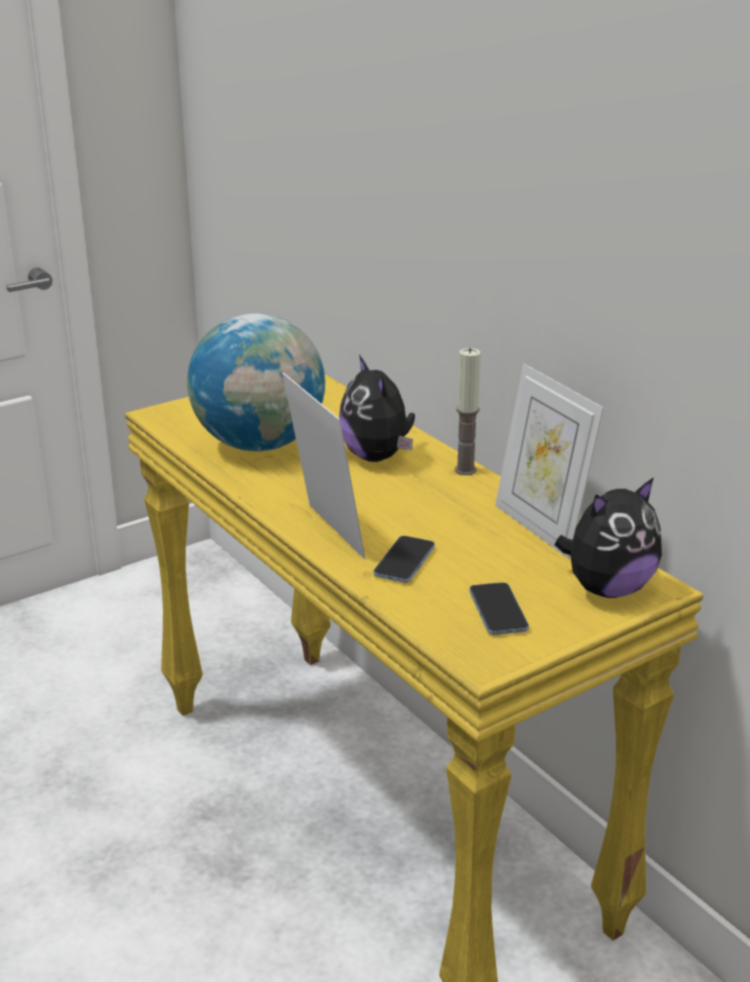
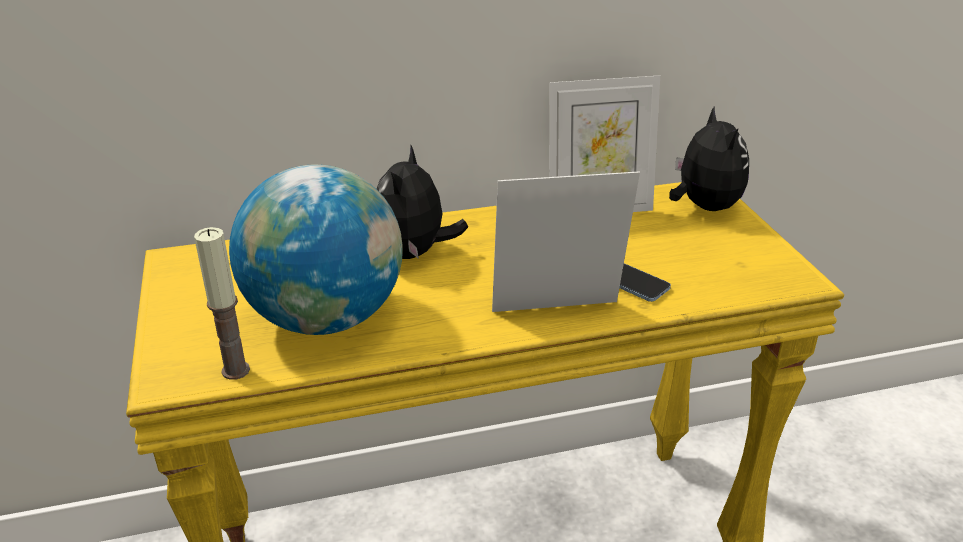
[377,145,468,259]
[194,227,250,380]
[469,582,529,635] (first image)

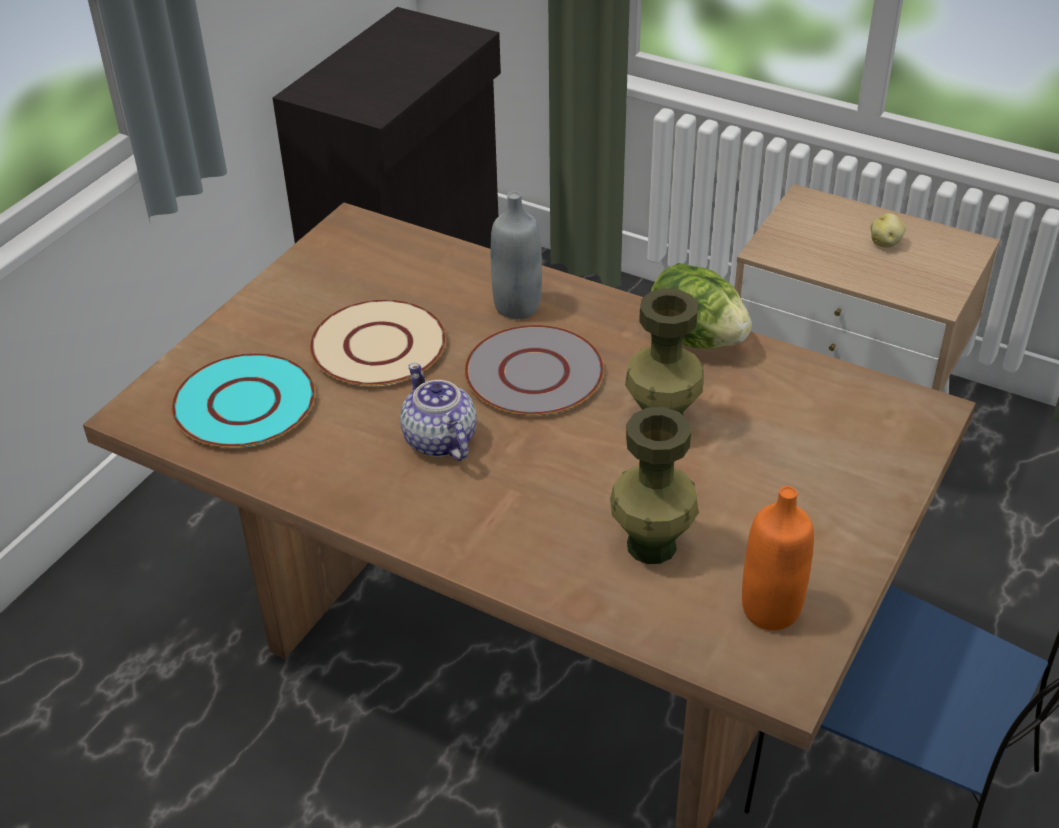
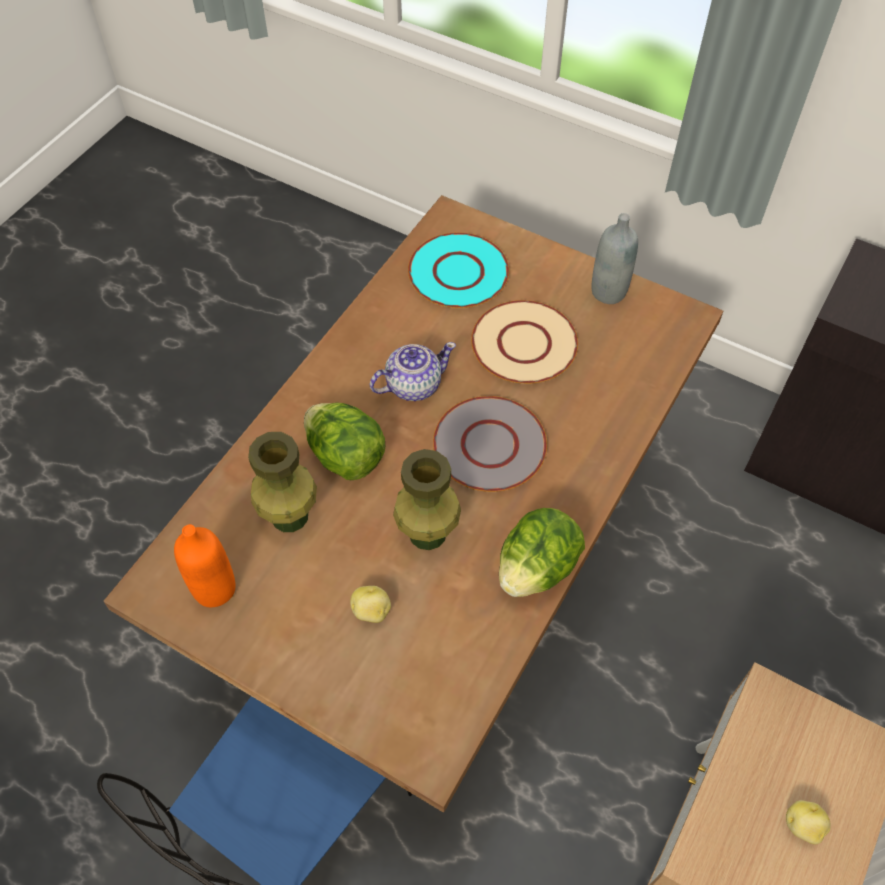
[591,213,638,304]
[304,403,385,480]
[350,586,391,623]

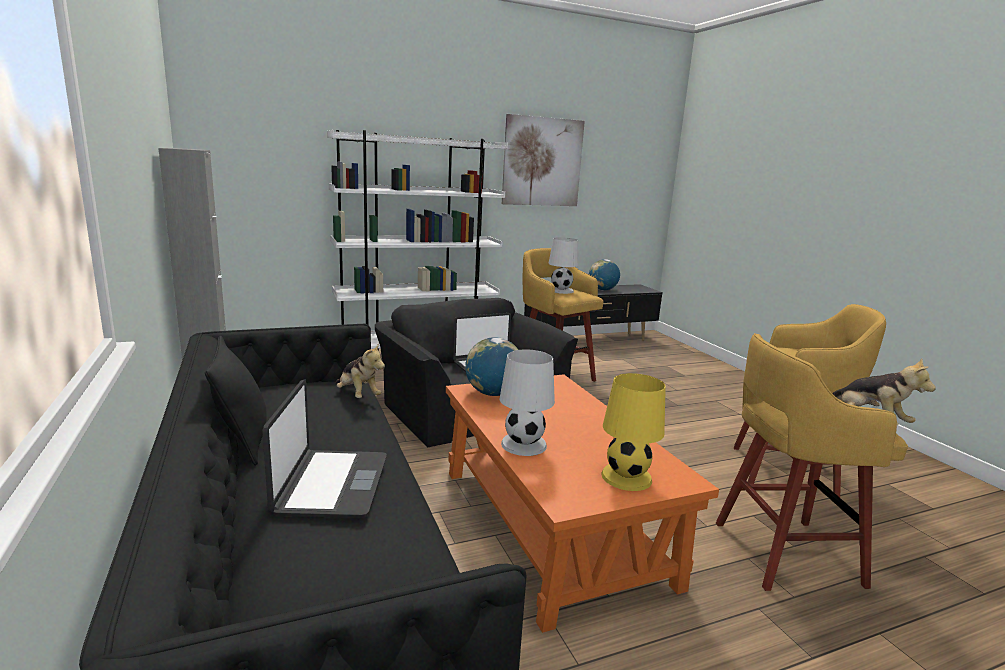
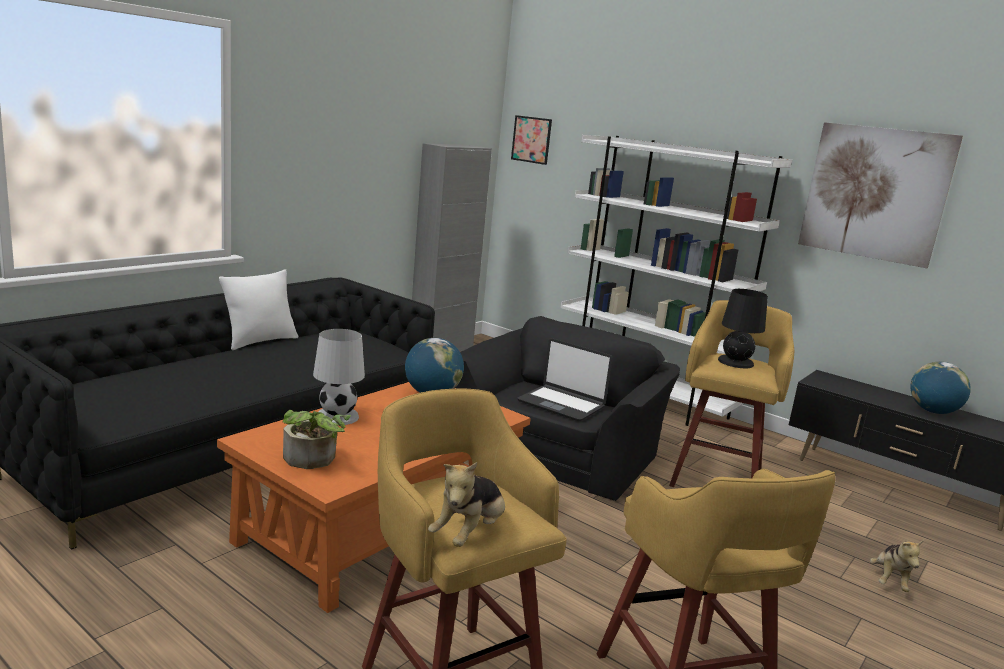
[219,270,298,350]
[262,380,387,518] (first image)
[870,540,924,592]
[718,289,768,368]
[282,410,351,469]
[511,115,552,165]

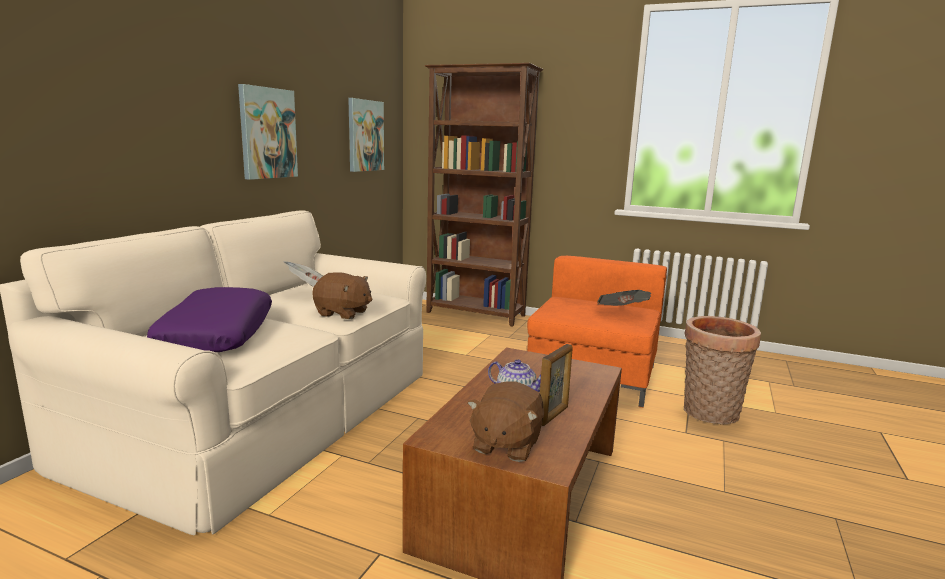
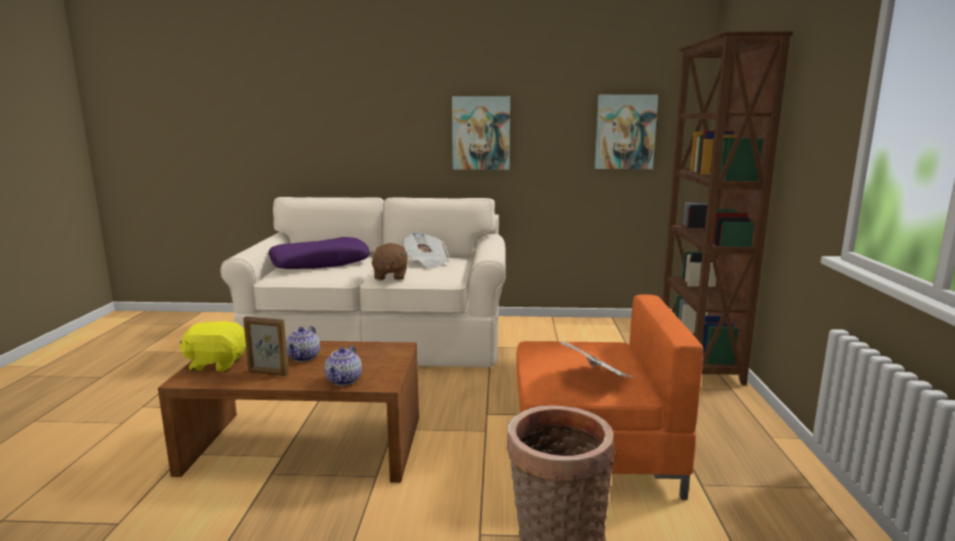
[180,321,246,371]
[325,346,362,386]

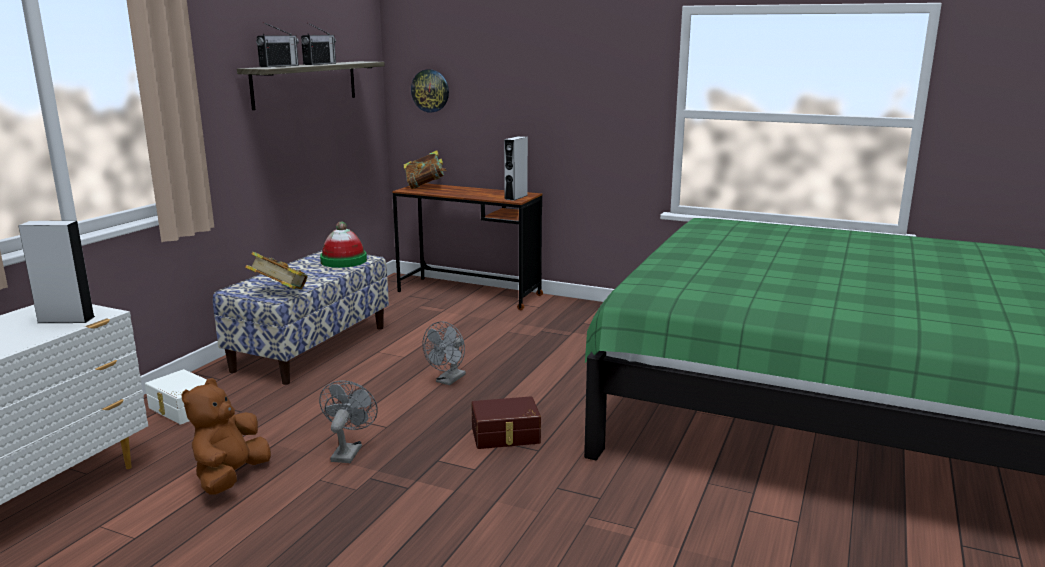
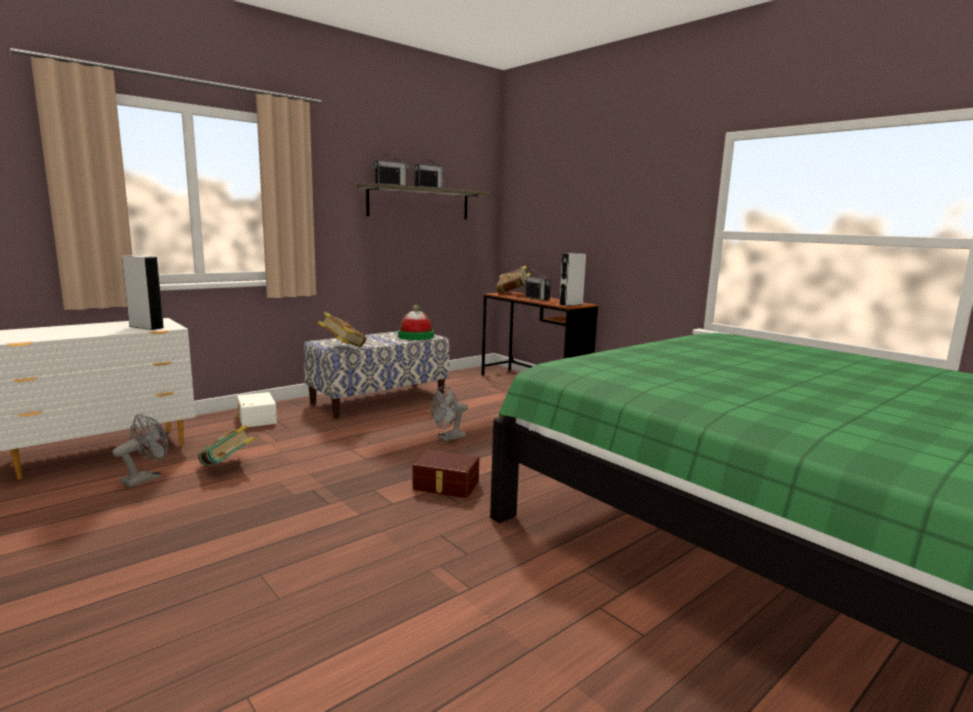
[198,425,255,466]
[112,414,169,487]
[411,69,449,113] (first image)
[525,268,551,301]

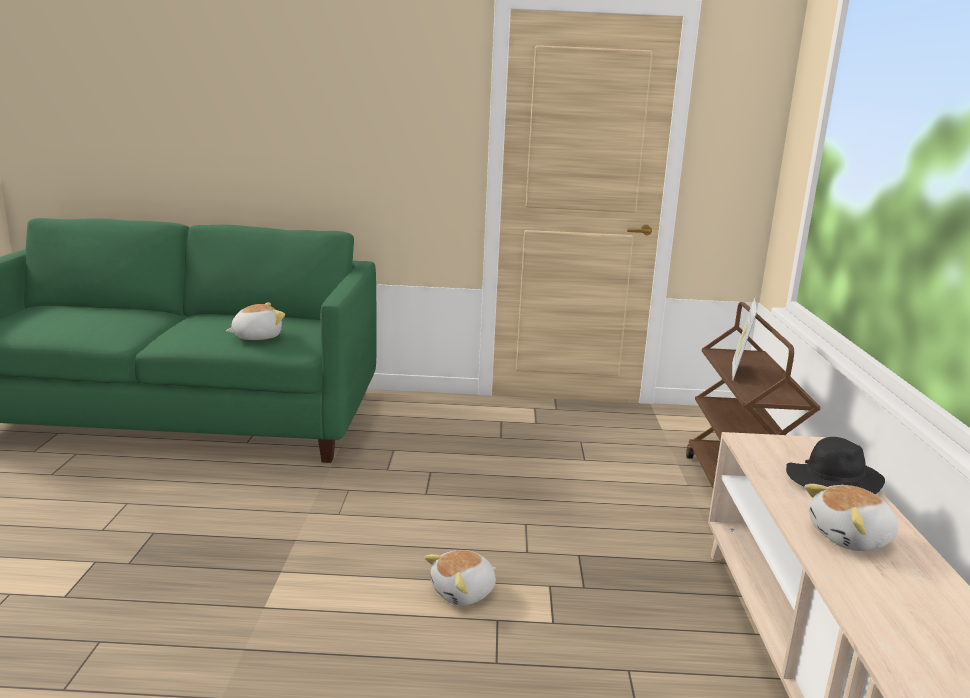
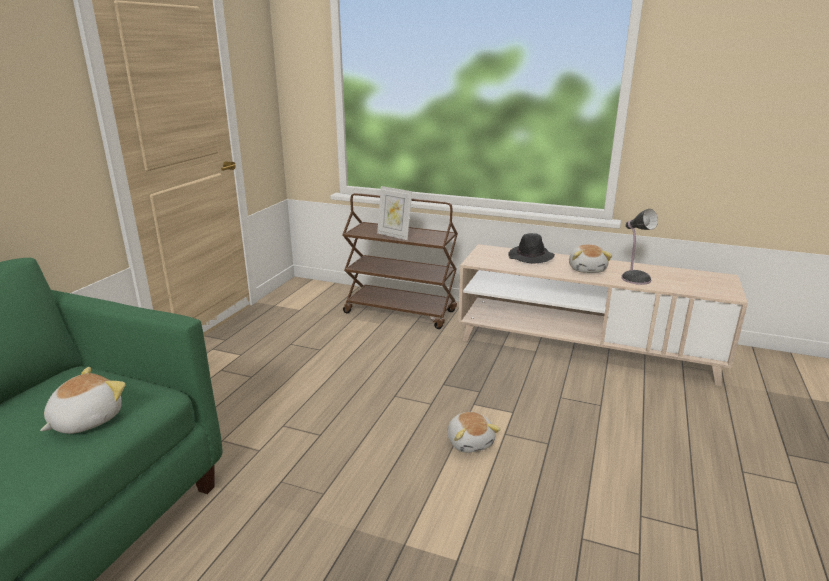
[40,367,125,434]
[621,209,658,285]

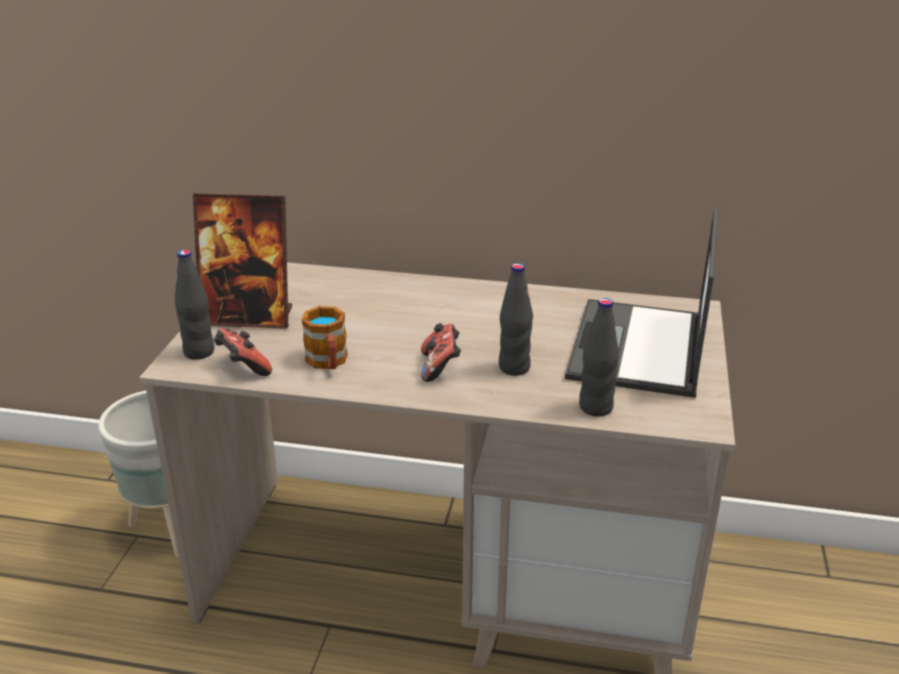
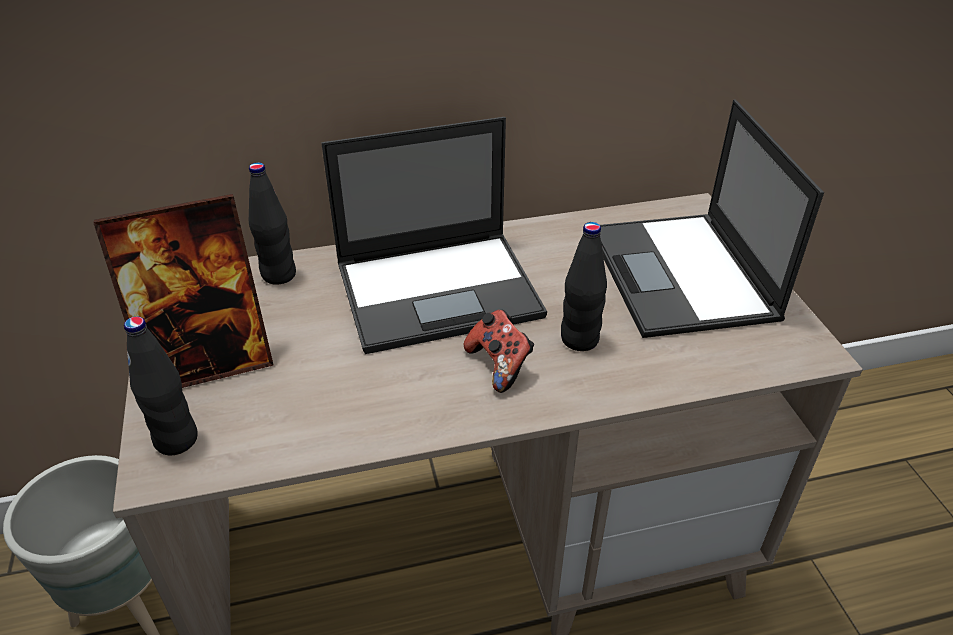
[214,328,272,376] (first image)
[301,306,348,369] (first image)
[249,162,296,285]
[321,117,547,354]

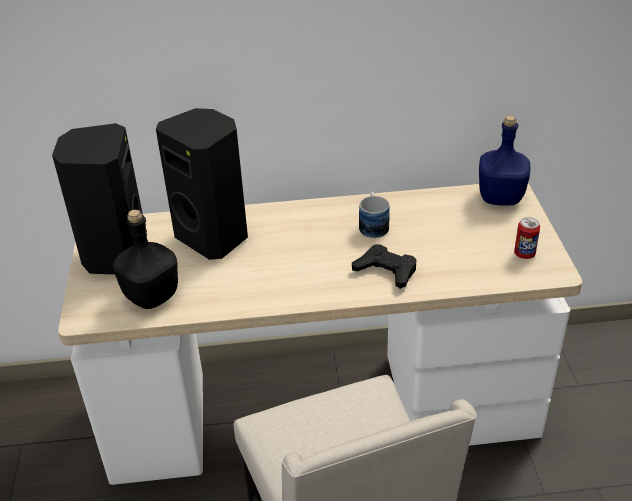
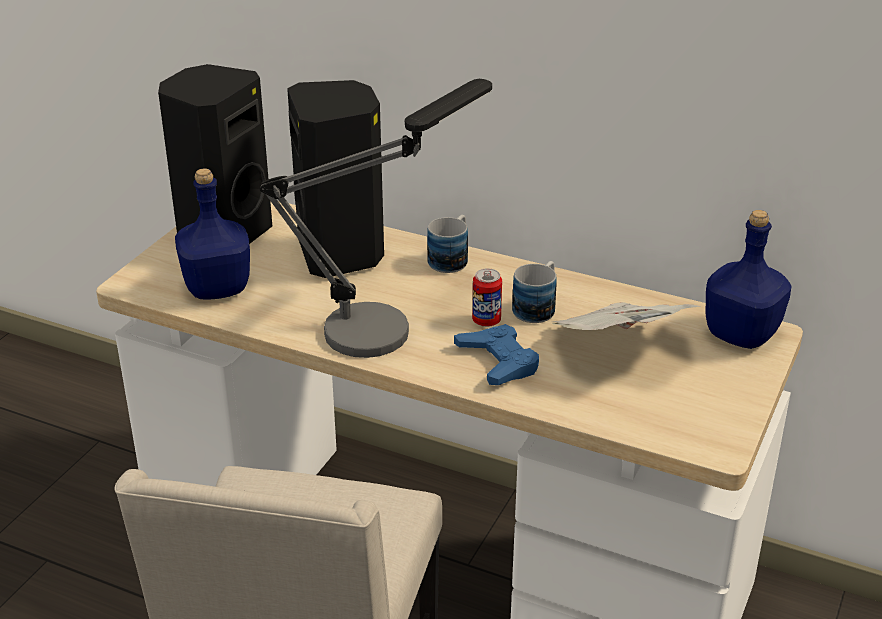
[175,168,250,300]
[454,324,539,385]
[472,268,502,327]
[260,79,492,358]
[427,215,468,273]
[552,302,700,330]

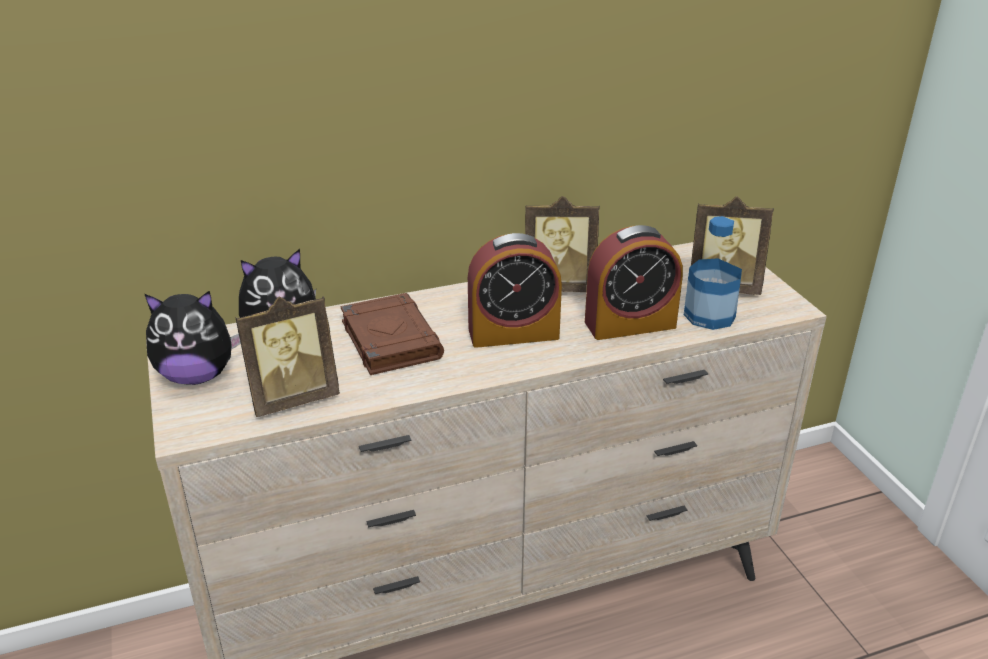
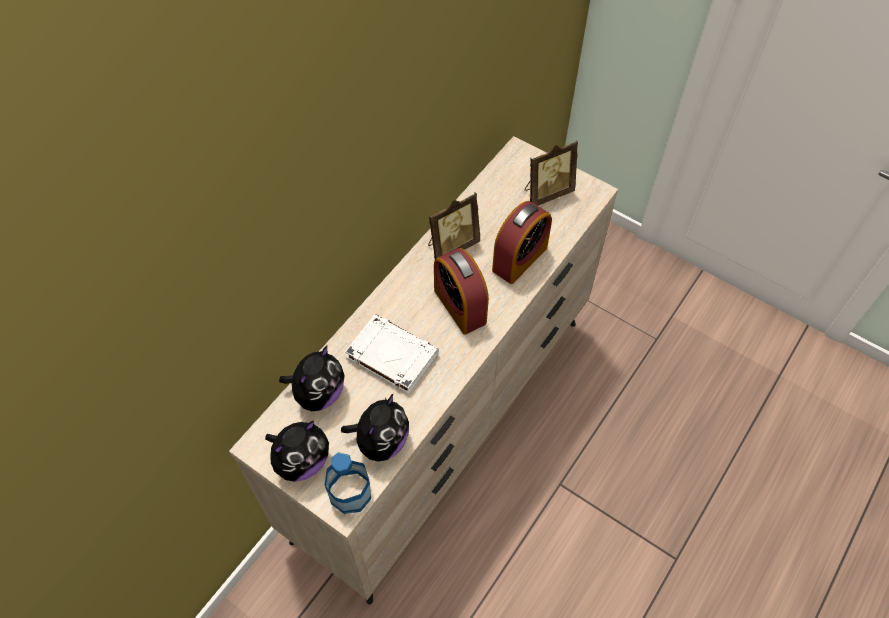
[341,393,409,462]
[345,314,439,394]
[434,248,489,335]
[325,452,371,514]

